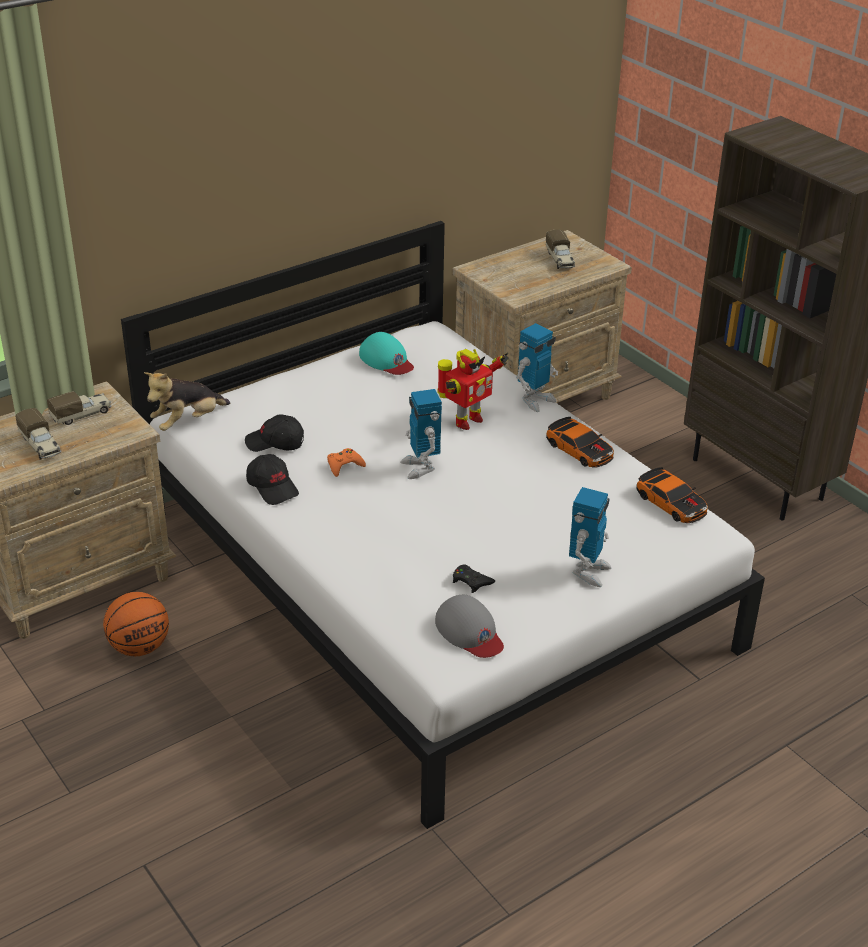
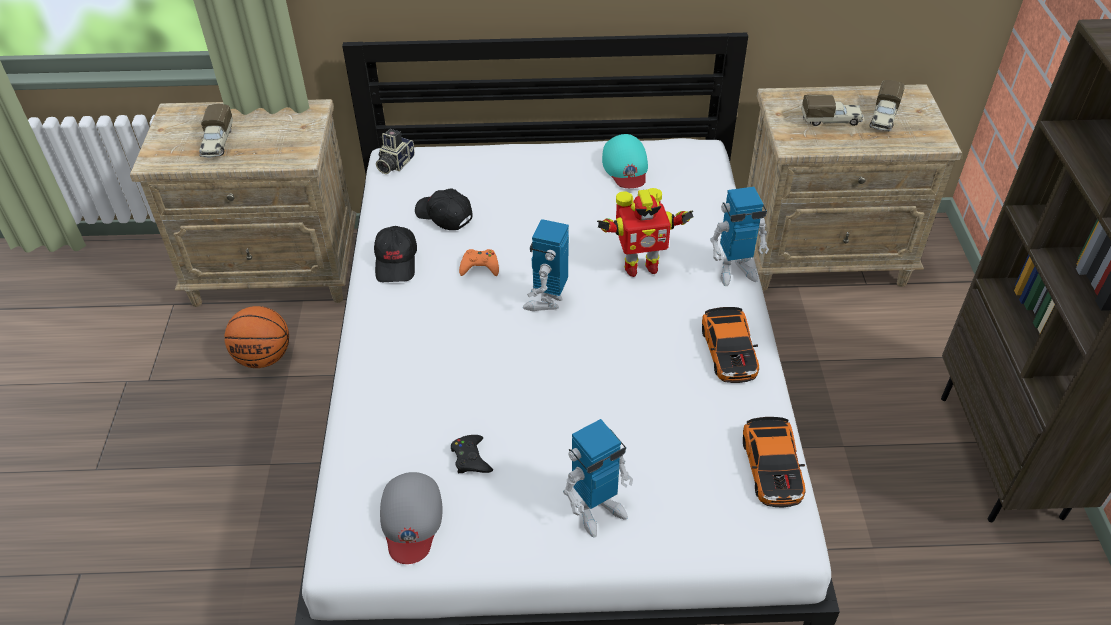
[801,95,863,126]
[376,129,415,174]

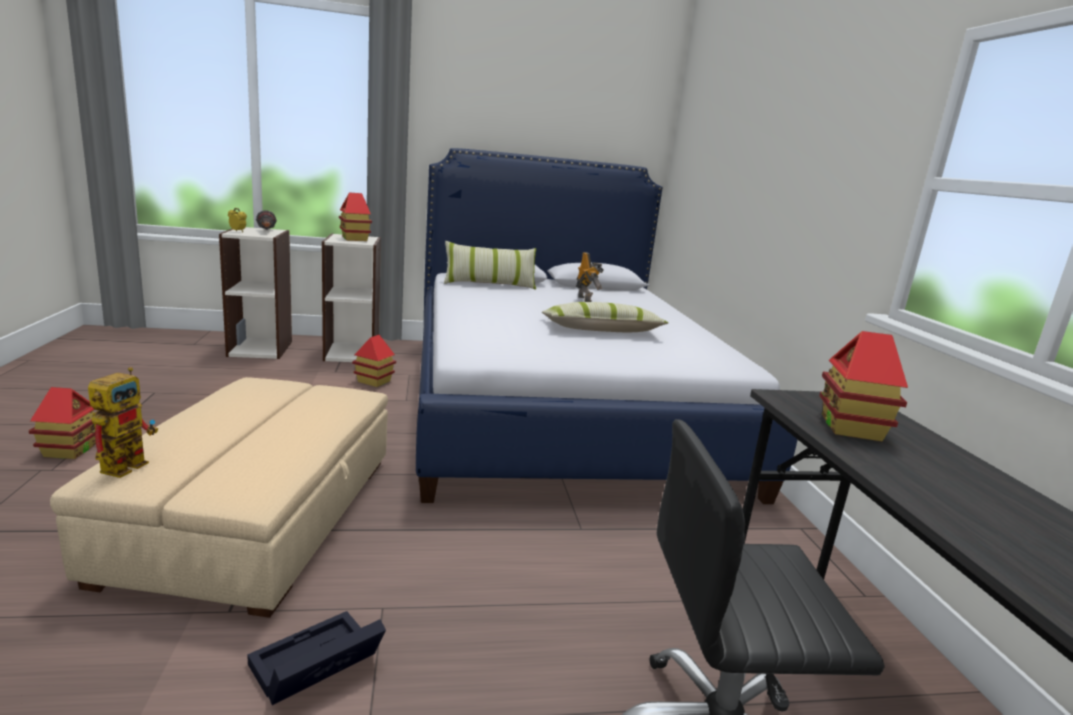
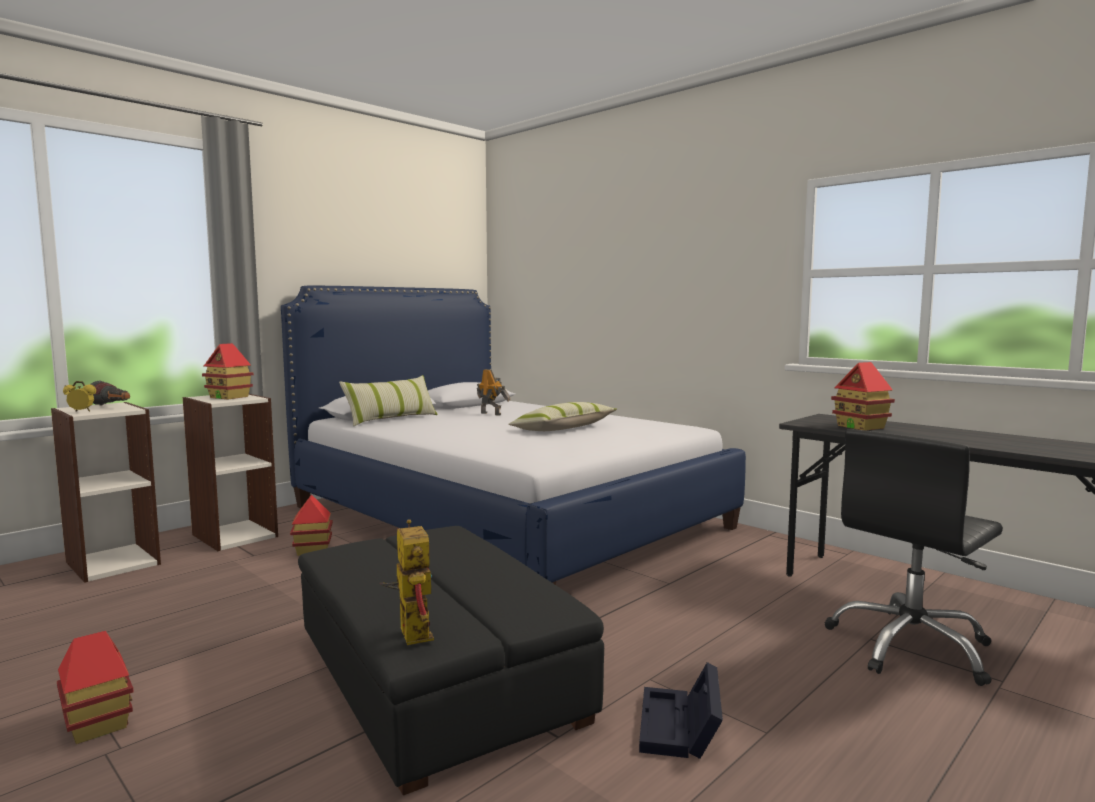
[298,526,604,795]

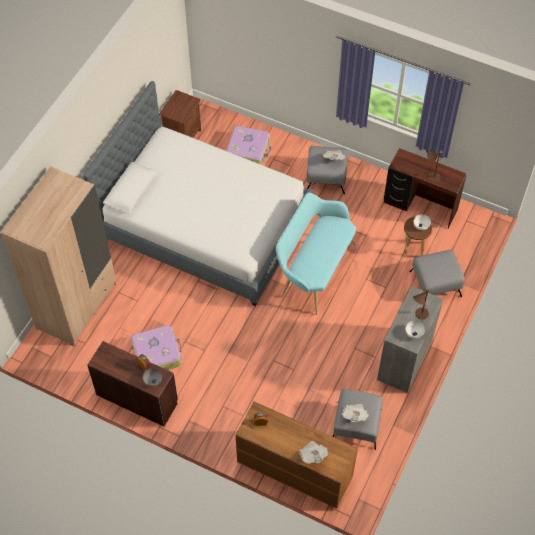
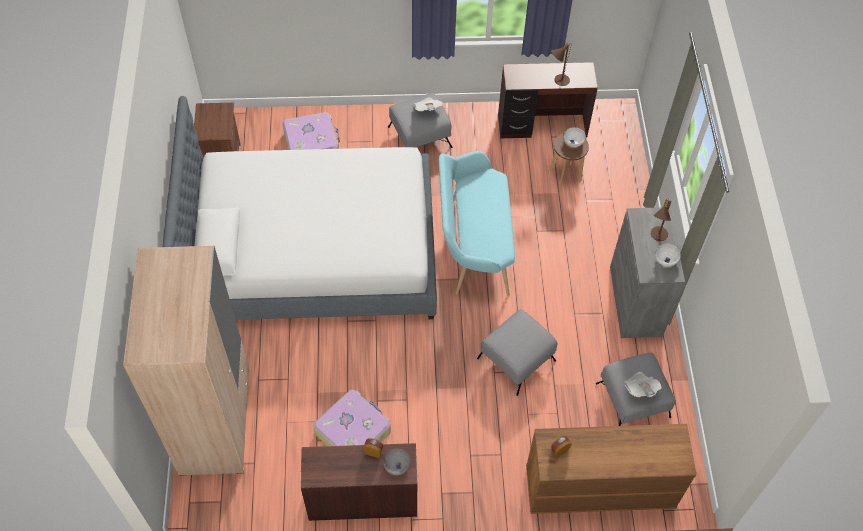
[299,441,328,464] (first image)
[477,309,558,396]

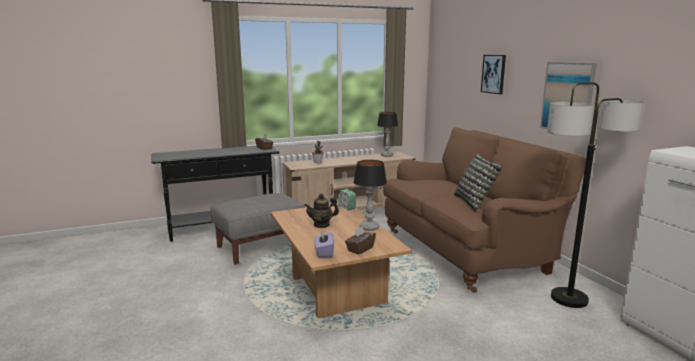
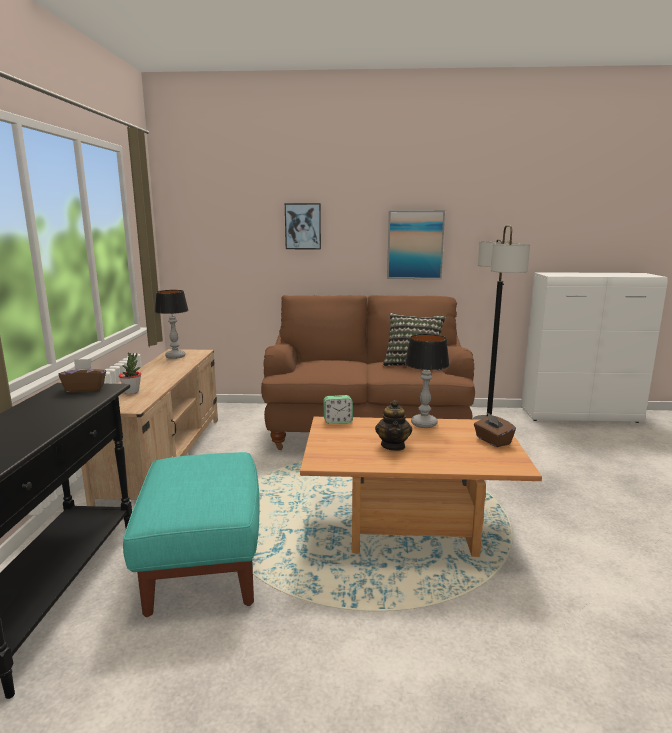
[123,452,260,617]
[315,229,334,258] (first image)

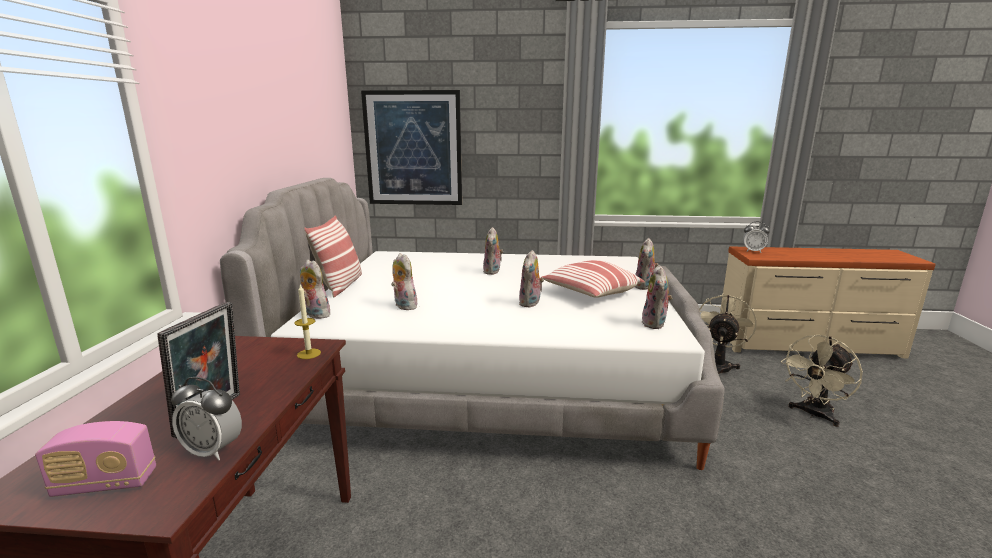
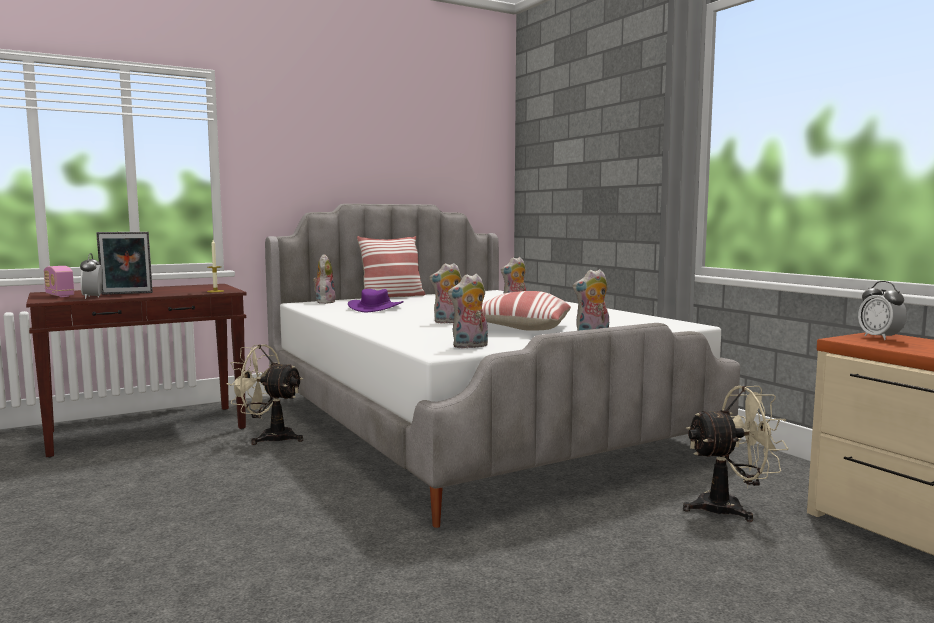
[361,90,462,205] (first image)
[348,289,404,312]
[227,344,303,445]

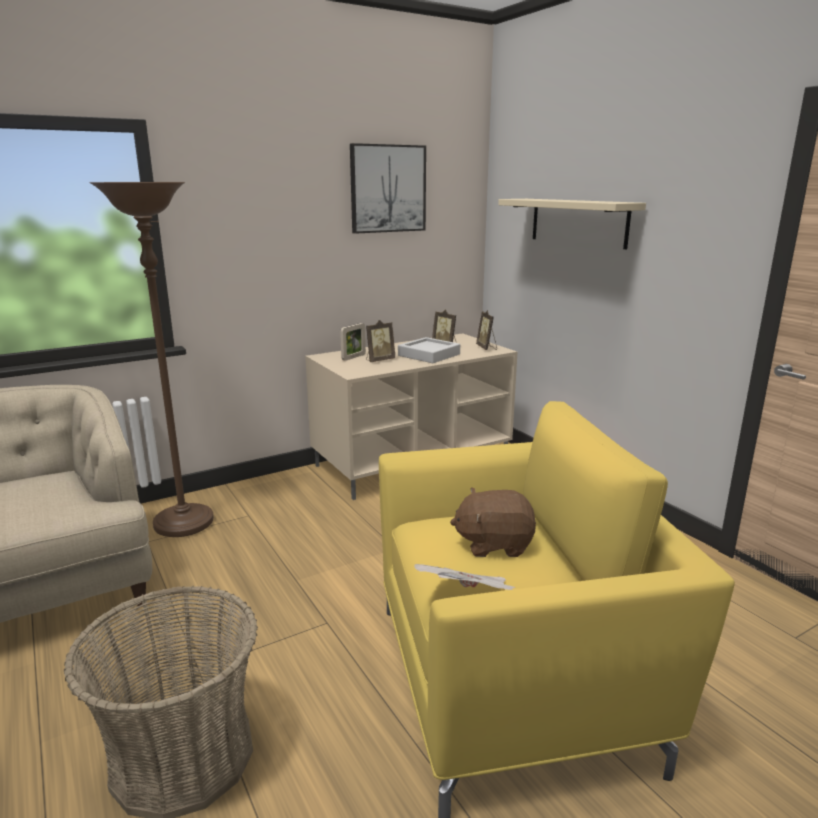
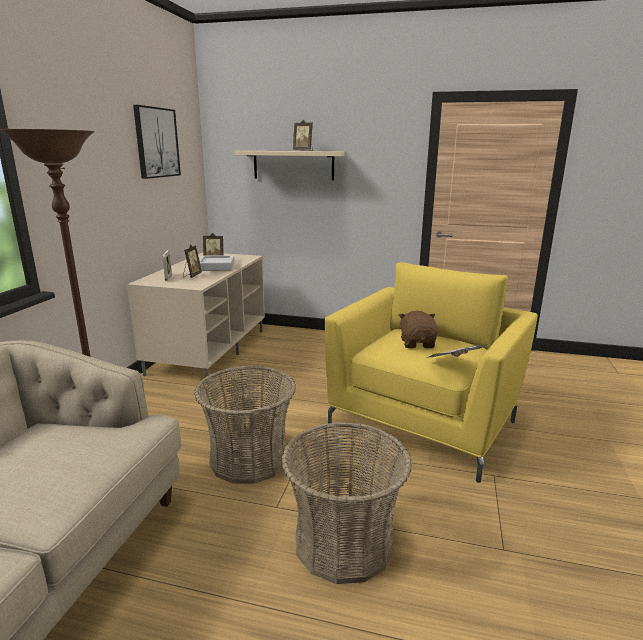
[399,311,438,348]
[293,120,313,151]
[194,366,296,484]

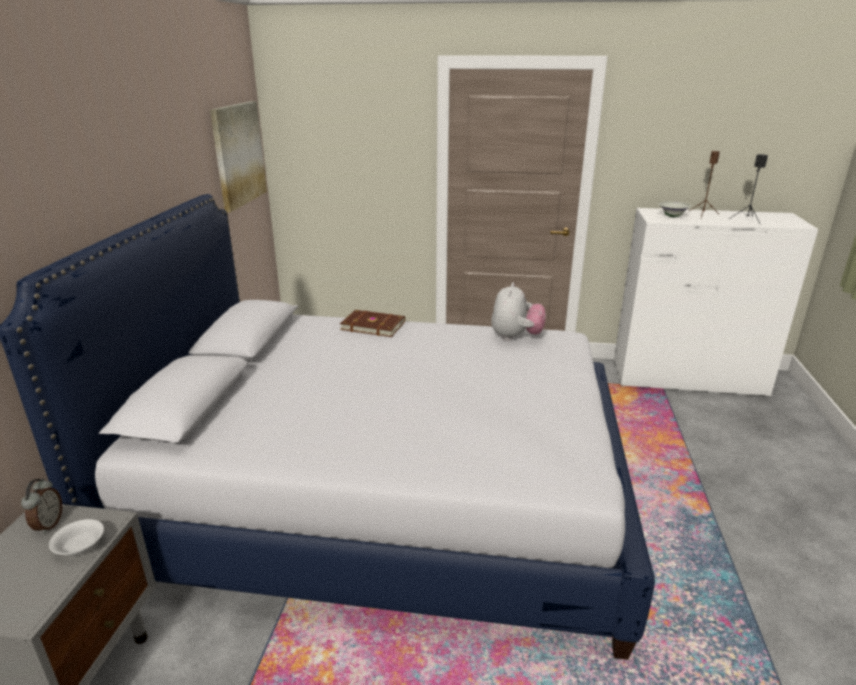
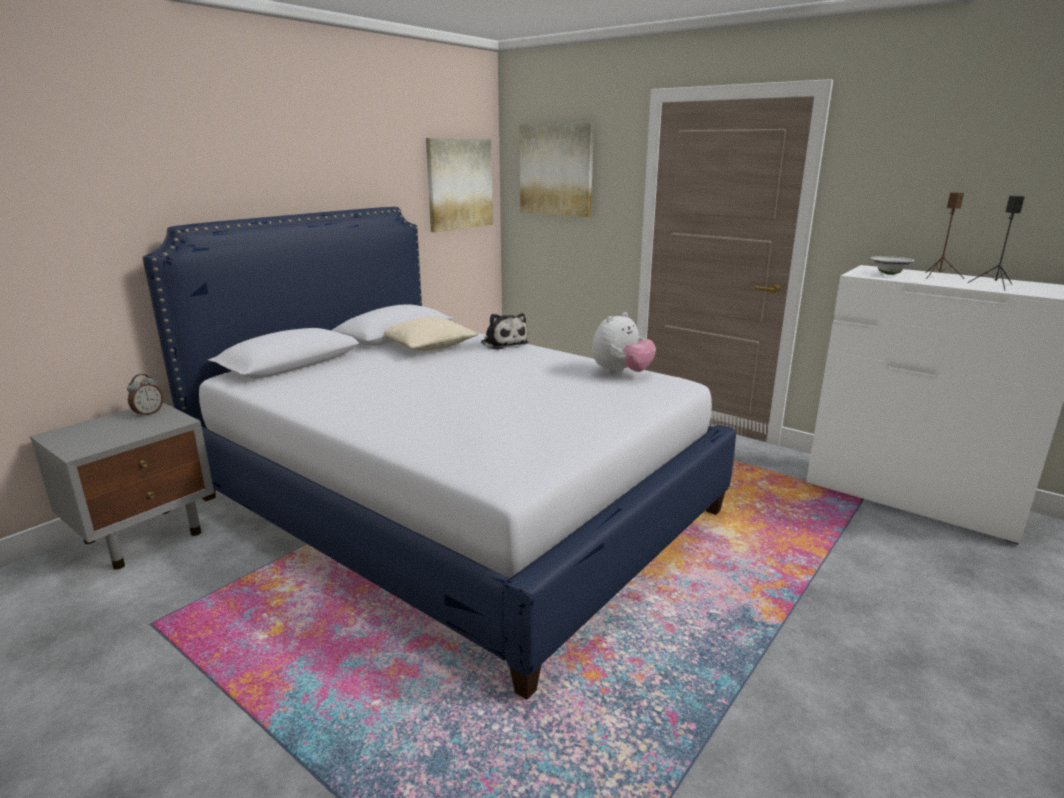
[49,519,104,556] (first image)
[481,313,528,350]
[384,317,478,351]
[520,123,594,217]

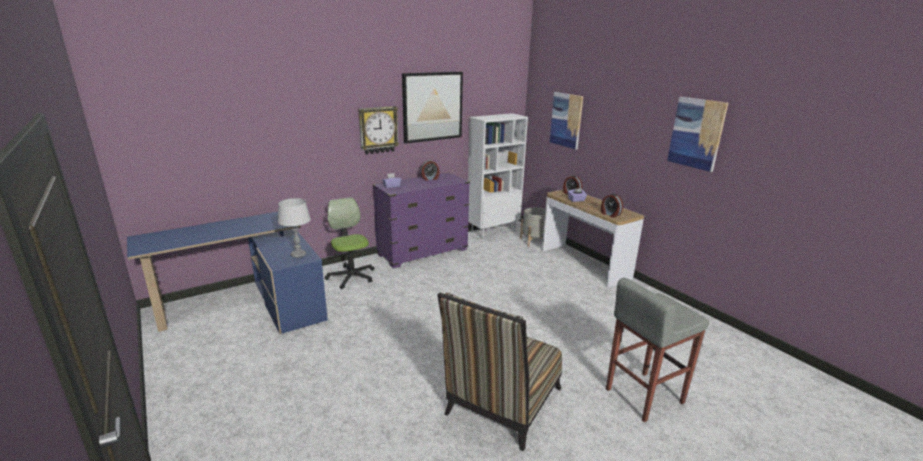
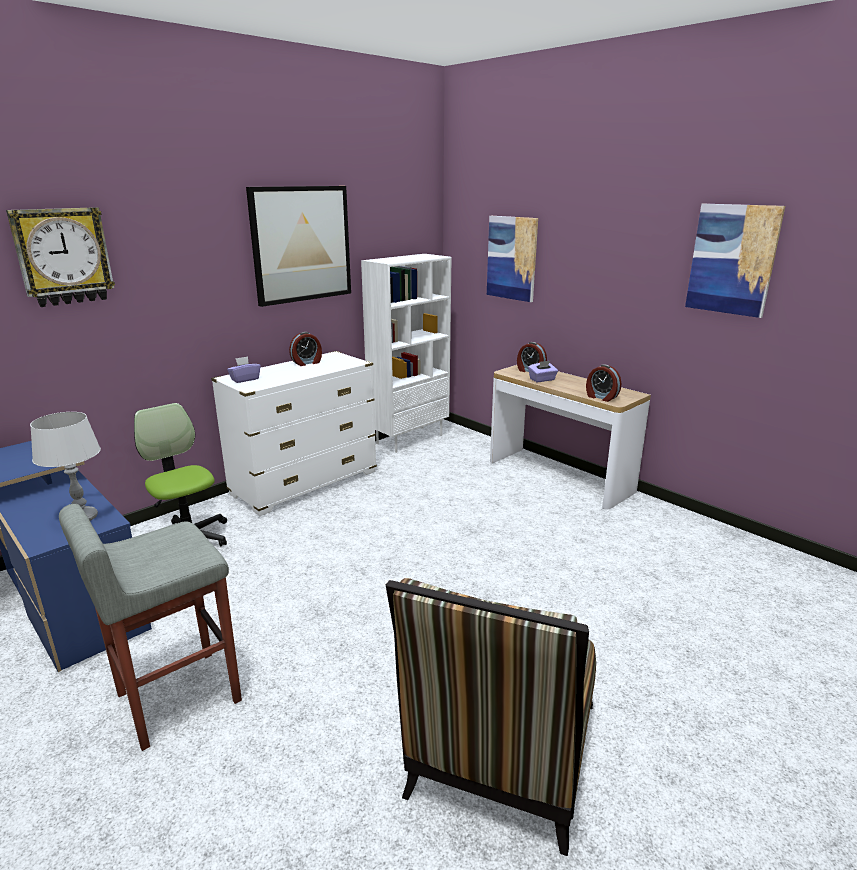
[6,207,115,307]
[211,351,377,516]
[520,208,545,247] (first image)
[59,504,242,751]

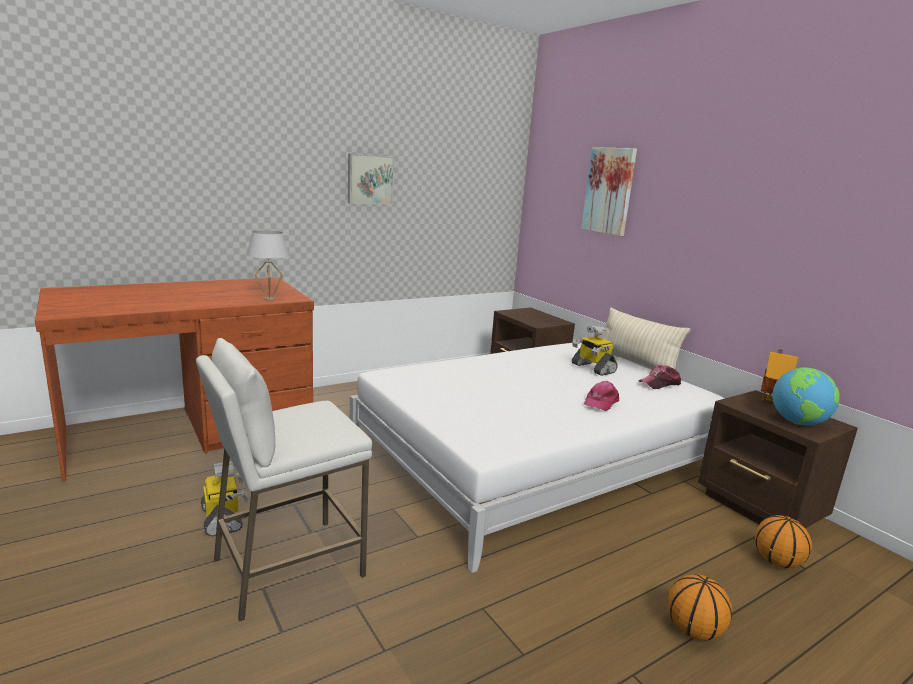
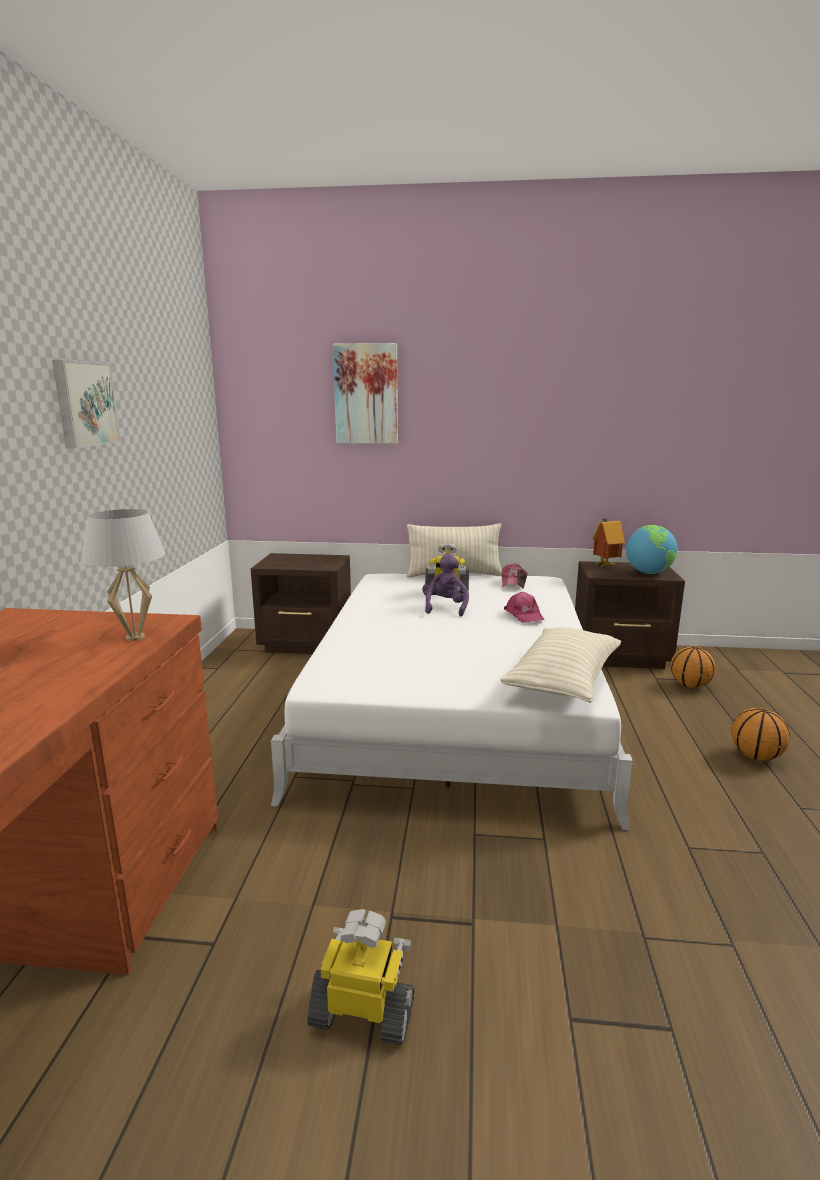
[196,338,372,621] (first image)
[422,554,469,616]
[500,627,621,703]

